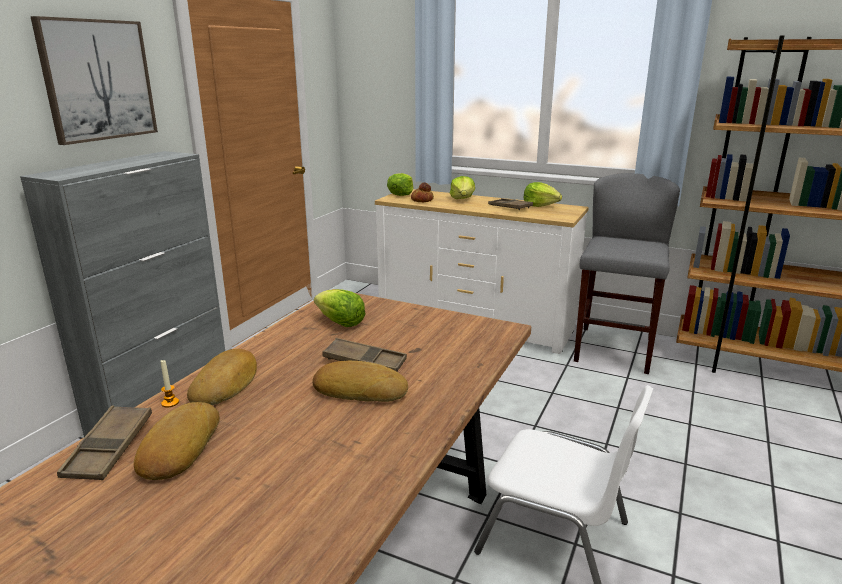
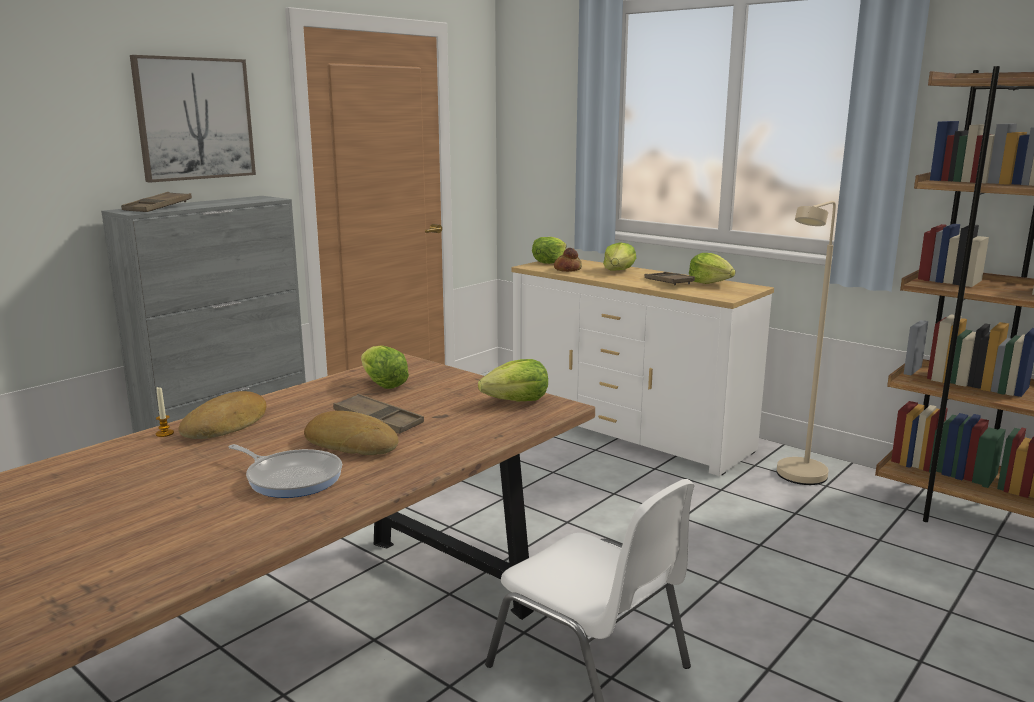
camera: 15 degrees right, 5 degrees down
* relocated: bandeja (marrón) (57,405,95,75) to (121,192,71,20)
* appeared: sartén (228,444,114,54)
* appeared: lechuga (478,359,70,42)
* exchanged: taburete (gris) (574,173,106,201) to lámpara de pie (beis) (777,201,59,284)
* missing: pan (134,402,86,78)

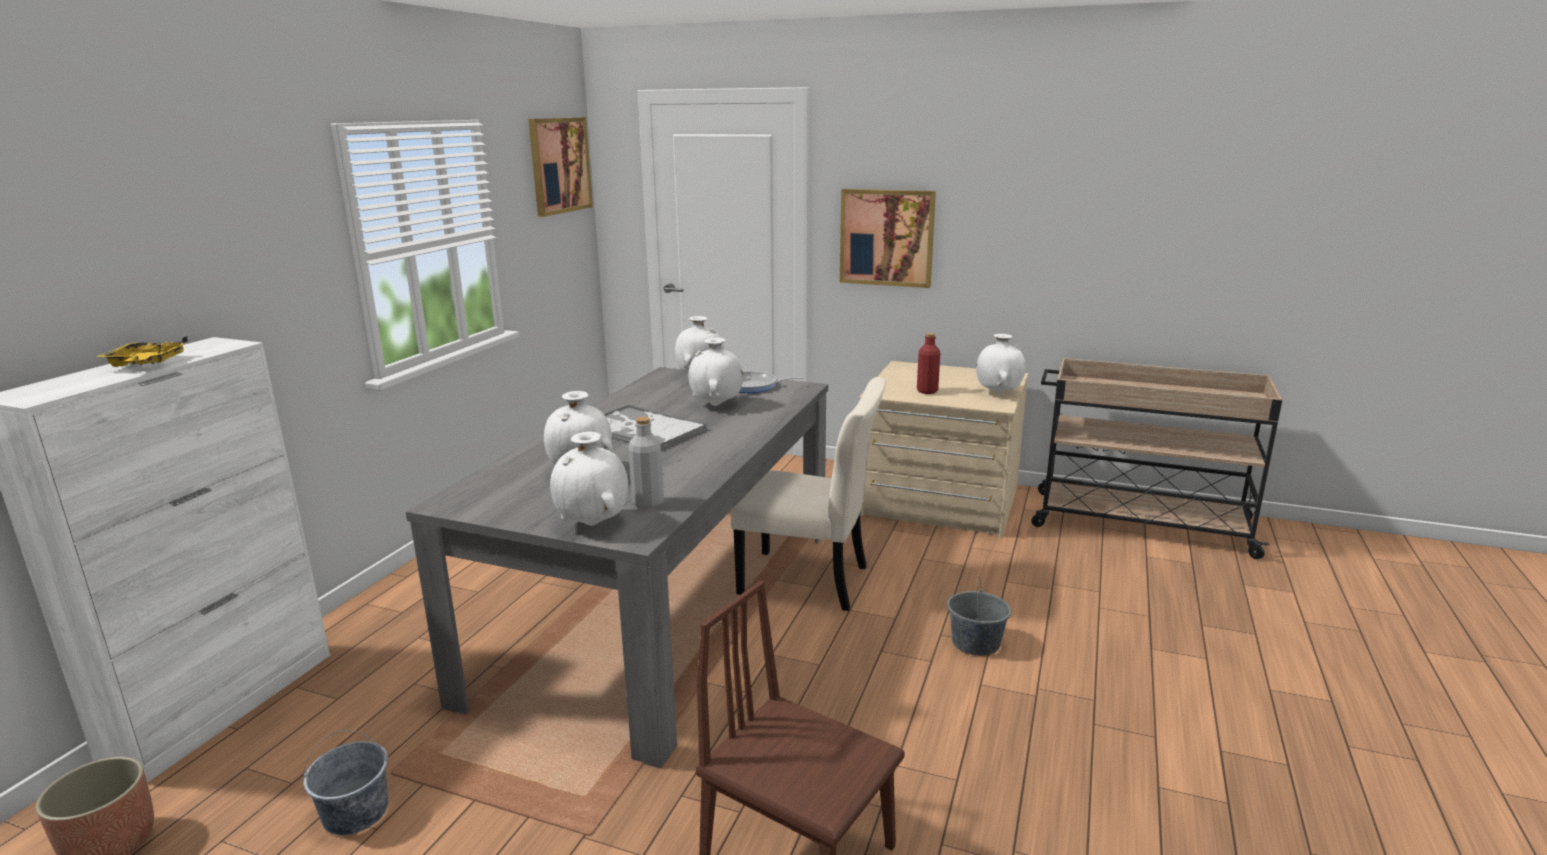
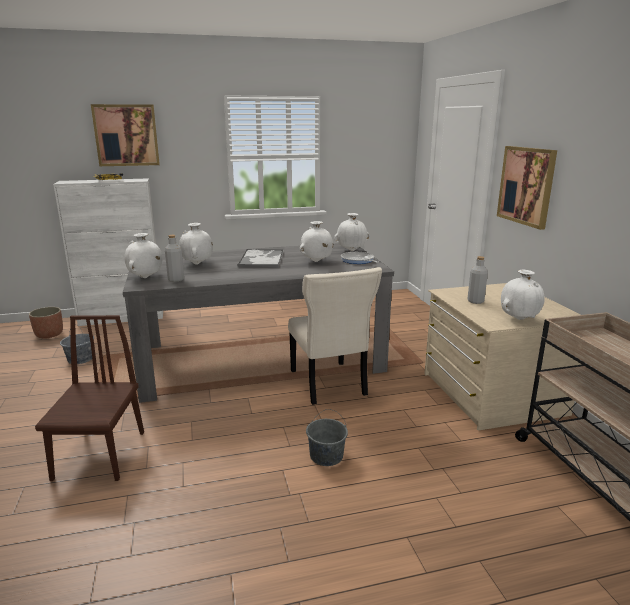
camera: 55 degrees right, 0 degrees up
* relocated: cuadro (528,118,65,99) to (91,104,69,62)
* colour: botella (rojo) (917,333,23,61) to botella (gris) (467,256,21,48)

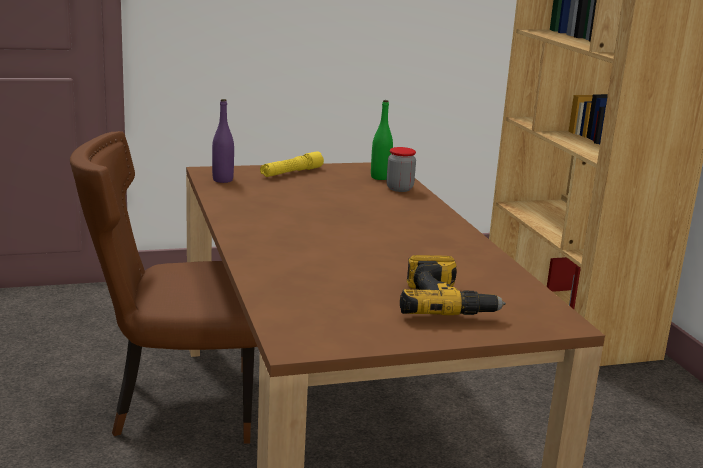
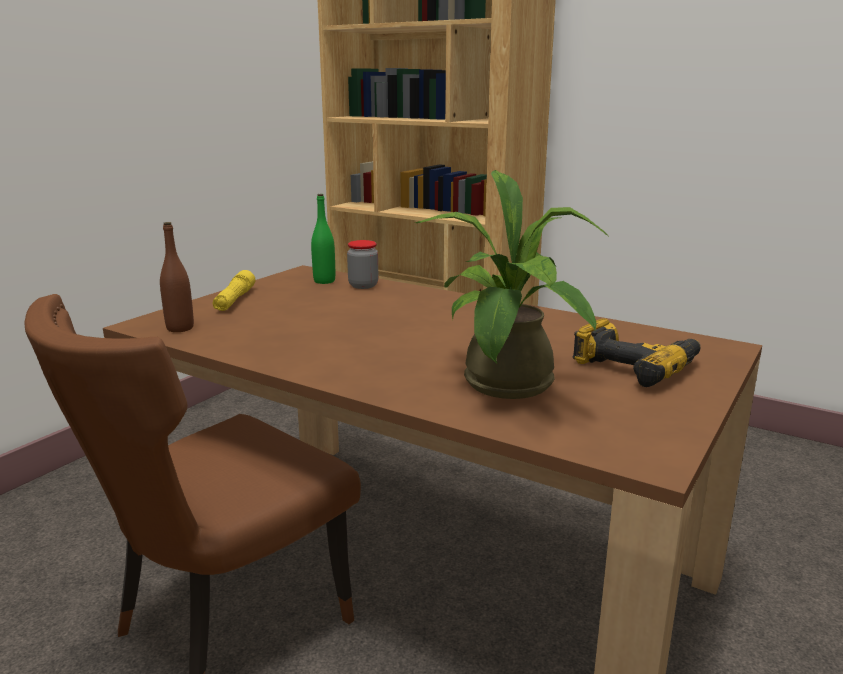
camera: 40 degrees left, 0 degrees up
* colour: botella (morado) (212,99,22,84) to botella (marrón) (160,222,34,110)
* appeared: planta en maceta (415,170,193,229)

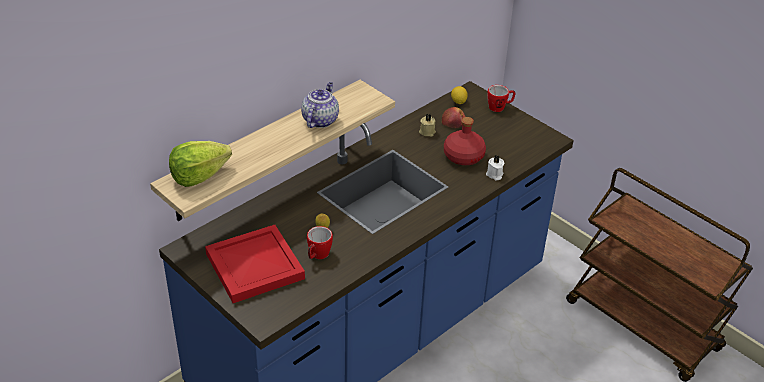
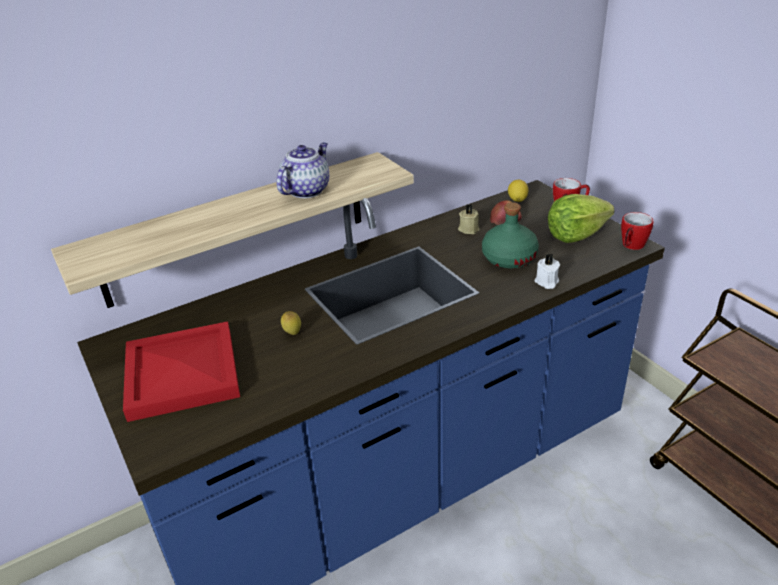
camera: 15 degrees right, 5 degrees down
* colour: botella (rojo) (444,117,42,48) to botella (verde) (482,202,57,66)
* relocated: lechuga (169,141,63,46) to (548,194,66,49)
* relocated: taza grande (307,226,26,33) to (621,212,33,38)

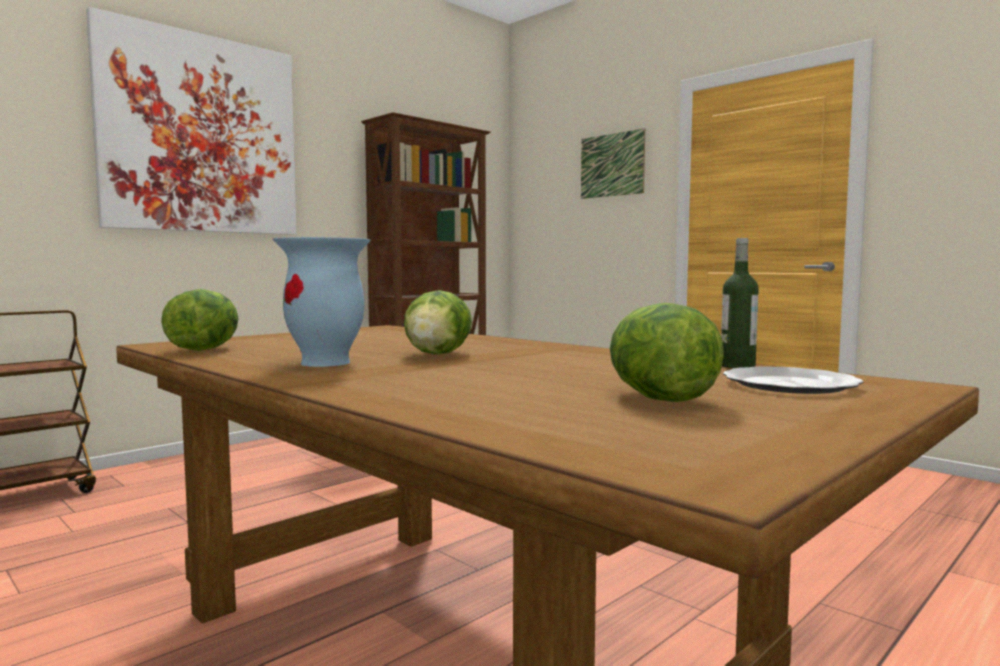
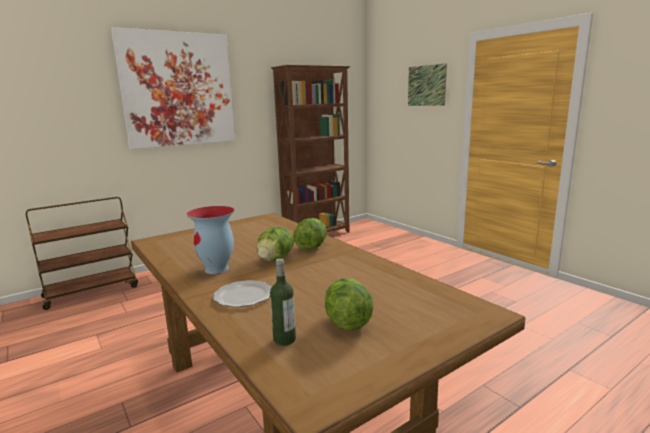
camera: 10 degrees right, 10 degrees up
* relocated: plato (723,366,140,28) to (213,280,59,27)
* relocated: botella (721,238,38,130) to (270,258,26,88)
* relocated: lechuga (161,289,78,62) to (293,218,34,32)

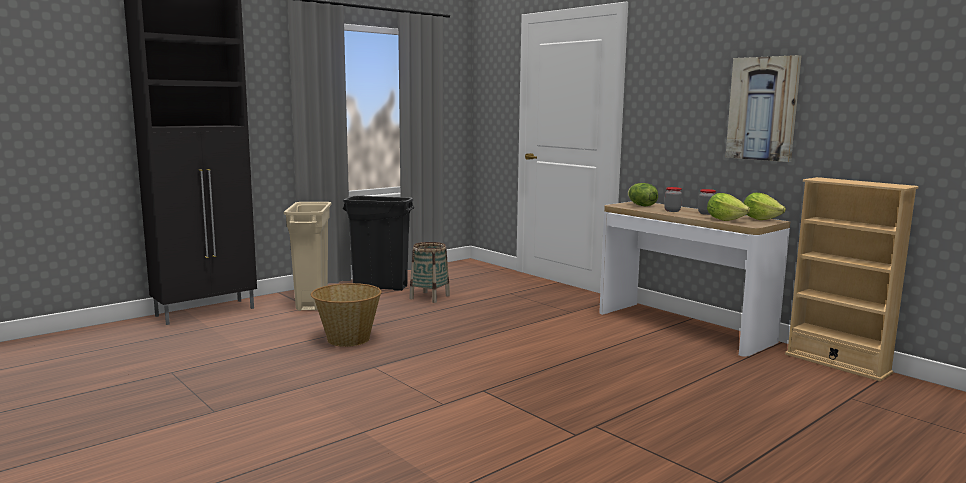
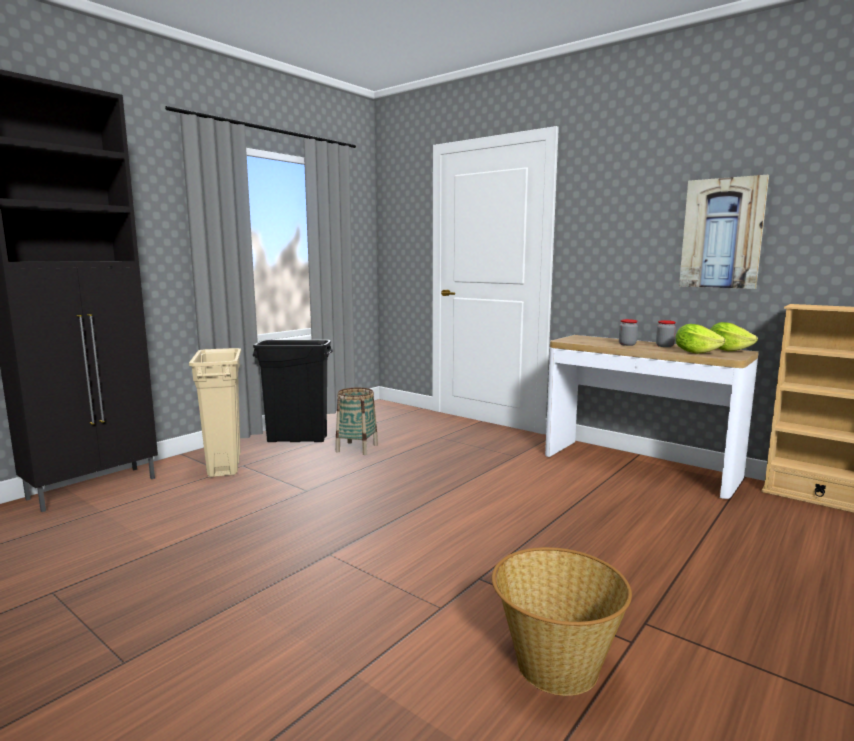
camera: 10 degrees left, 0 degrees up
* relocated: cesta (311,283,71,64) to (492,547,140,149)
* missing: lechuga (628,183,30,23)

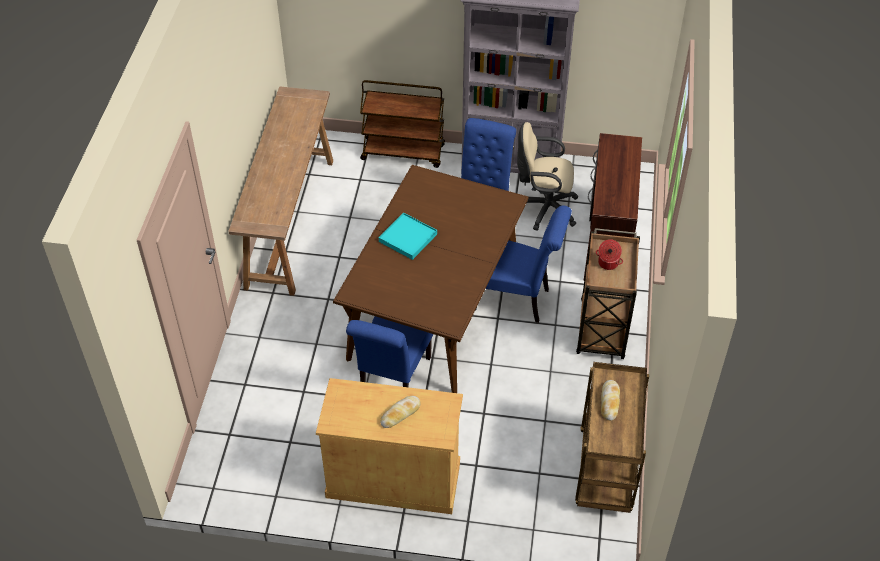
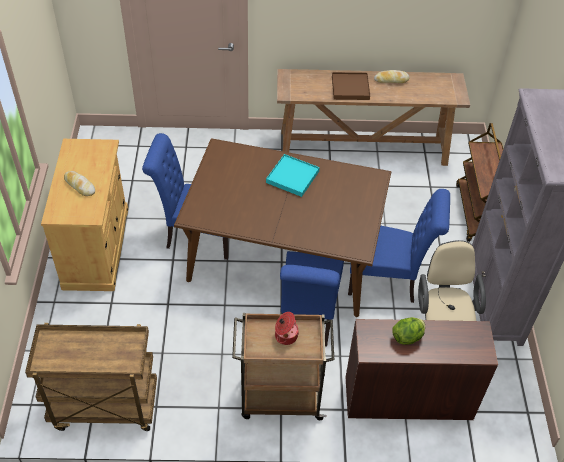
camera: 80 degrees right, 0 degrees up
* appeared: bandeja (marrón) (332,72,38,28)
* relocated: pan (601,380,19,41) to (374,70,36,13)
* appeared: lechuga (392,317,33,28)

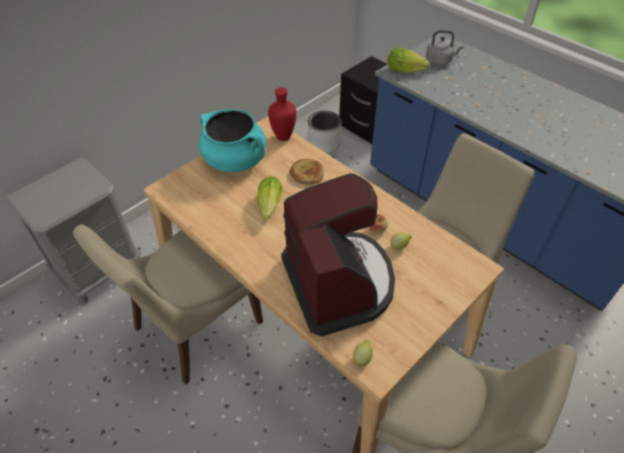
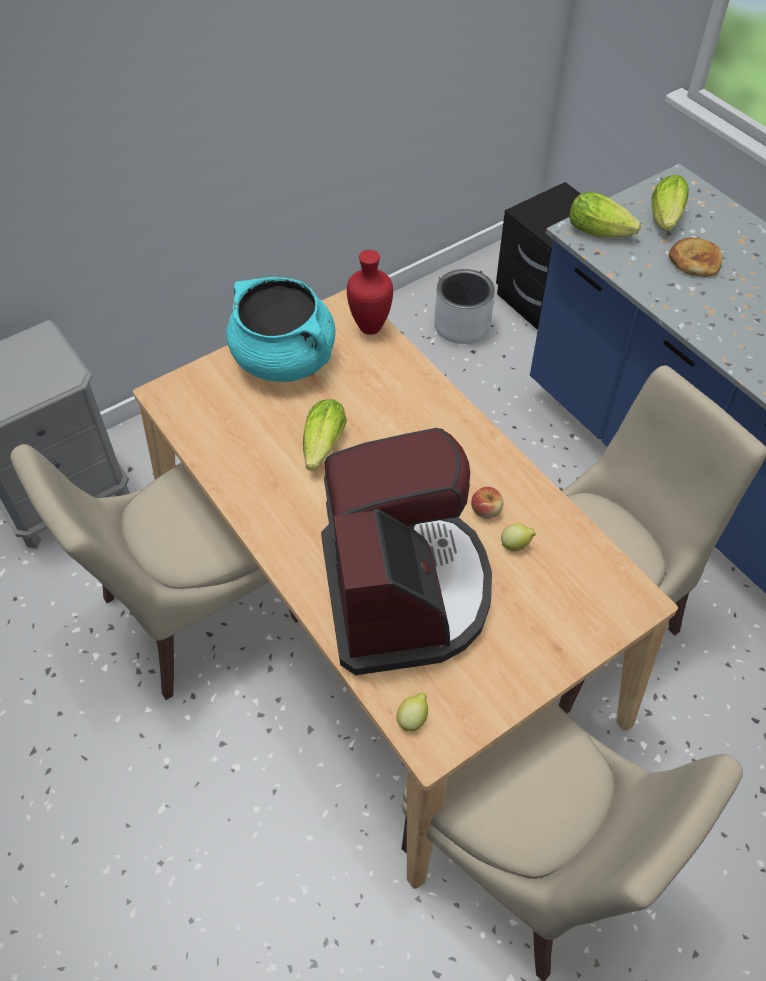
camera: 10 degrees right, 5 degrees up
* exchanged: hervidor (gris) (426,30,38,35) to lechuga (652,174,37,57)
* relocated: pan (289,159,35,26) to (669,238,53,39)

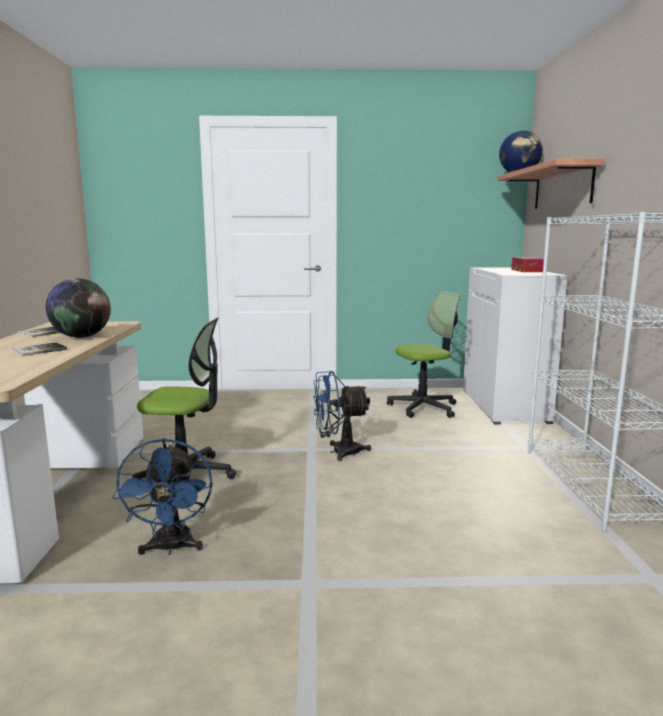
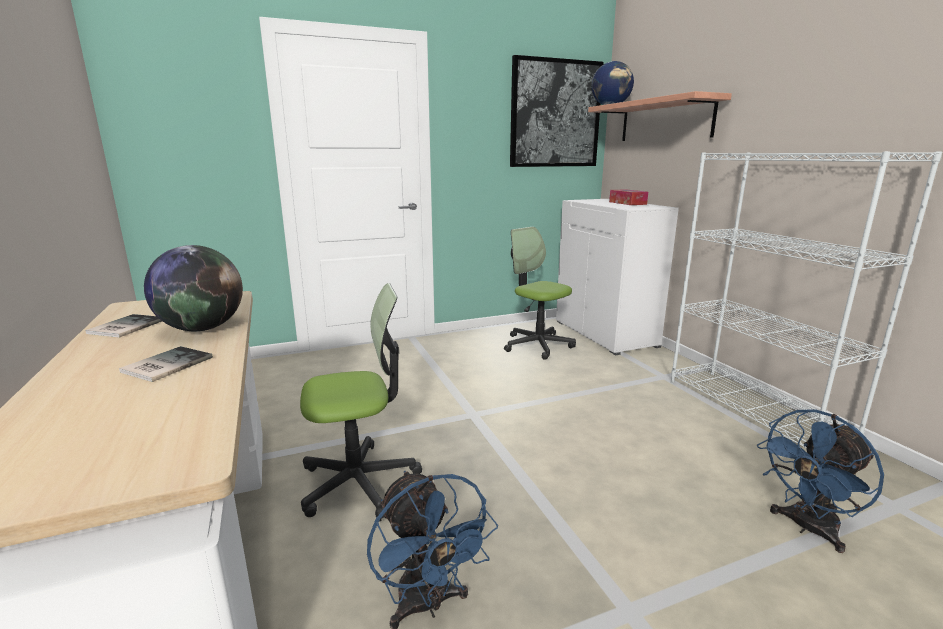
camera: 20 degrees left, 5 degrees up
* spun: silla de oficina (387,292,73,126) = (504,227,72,133) 90 degrees counterclockwise
* appeared: cuadro (510,55,94,112)
* relocated: ventilador (azul) (313,371,58,90) to (757,410,127,143)

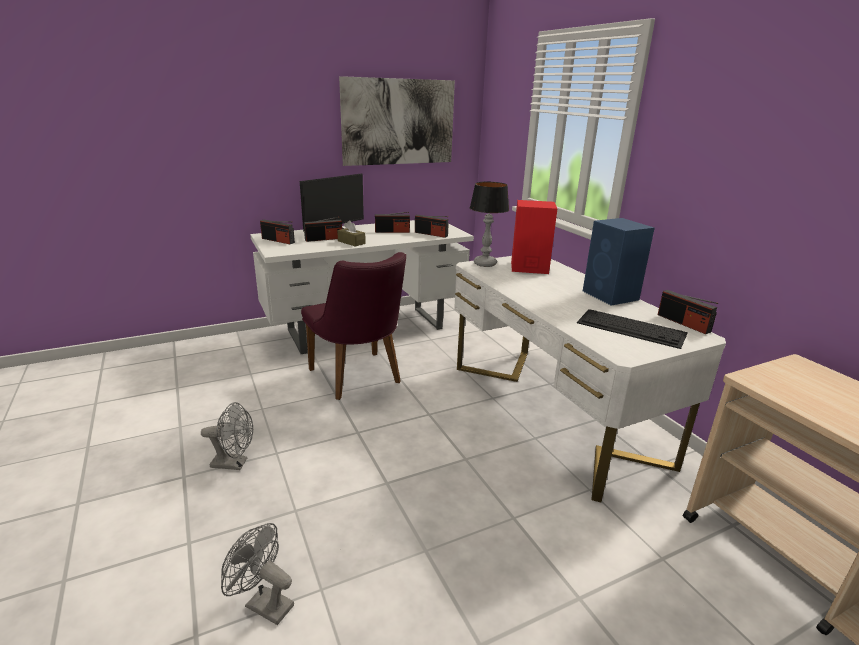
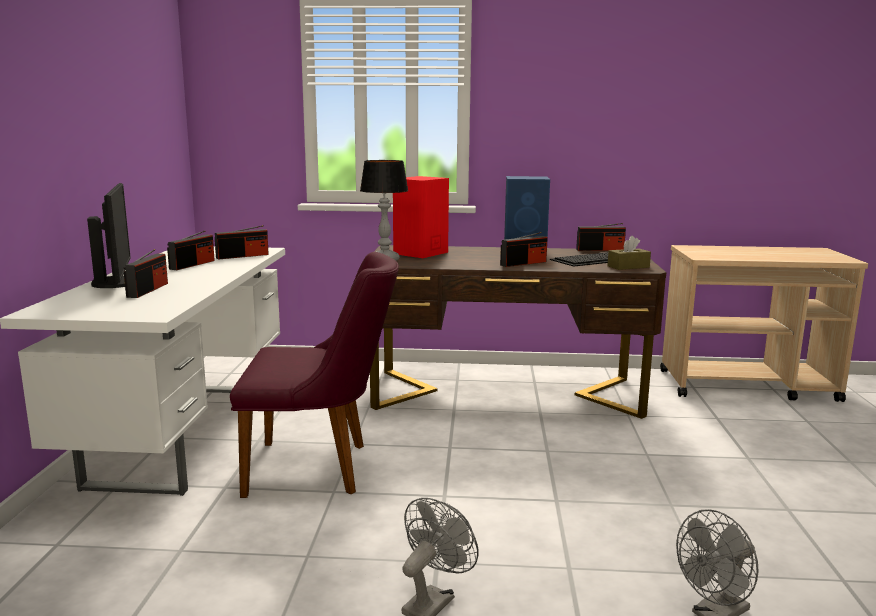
camera: 60 degrees left, 10 degrees down
* colour: escritorio (blanco) (454,256,272,247) to escritorio (marrón) (370,245,296,174)
* relocated: radio (260,220,35,24) to (500,232,48,35)
* relocated: caja de pañuelos (marrón) (337,220,29,27) to (607,236,44,34)
* missing: cuadro (339,76,116,90)

